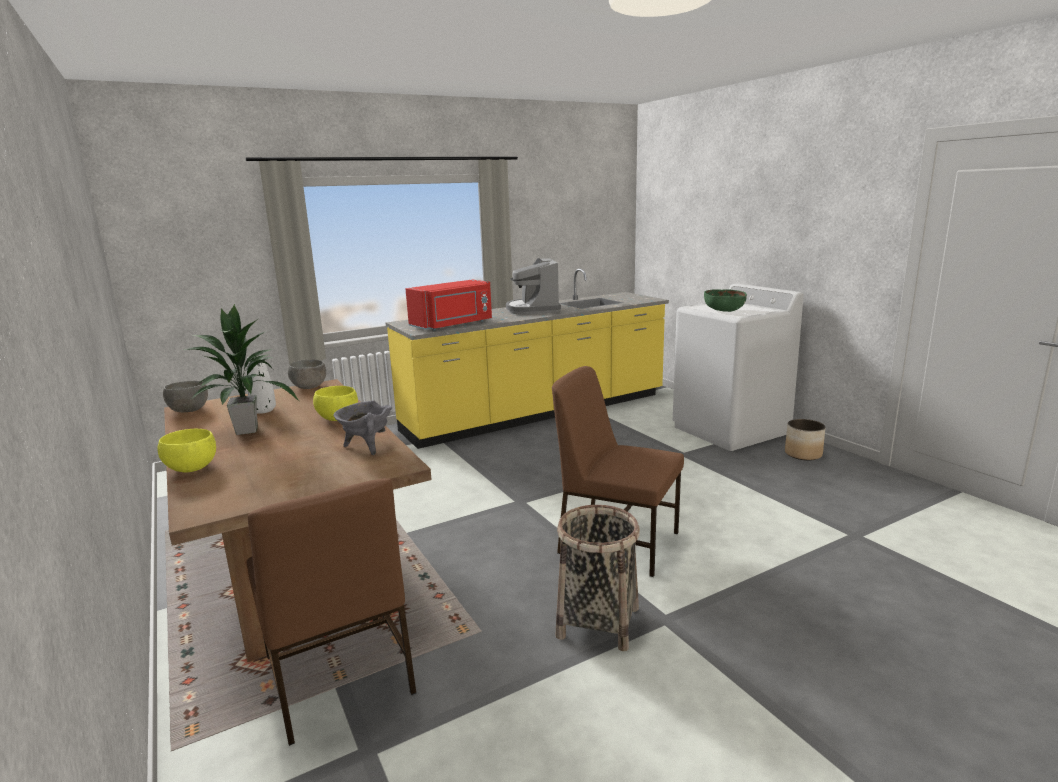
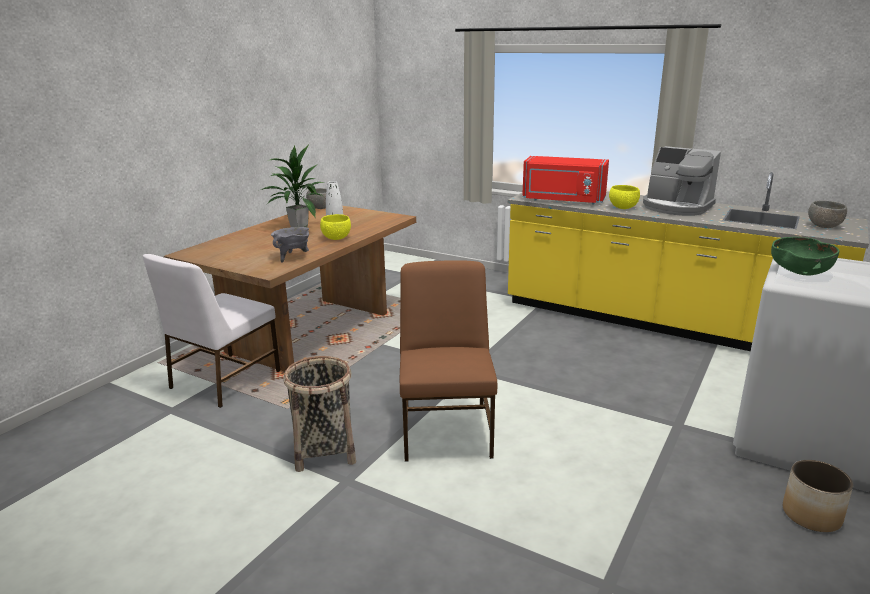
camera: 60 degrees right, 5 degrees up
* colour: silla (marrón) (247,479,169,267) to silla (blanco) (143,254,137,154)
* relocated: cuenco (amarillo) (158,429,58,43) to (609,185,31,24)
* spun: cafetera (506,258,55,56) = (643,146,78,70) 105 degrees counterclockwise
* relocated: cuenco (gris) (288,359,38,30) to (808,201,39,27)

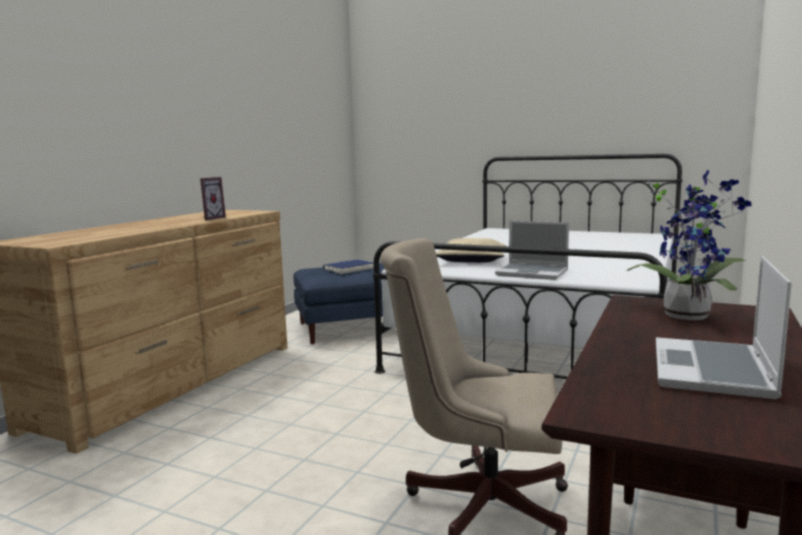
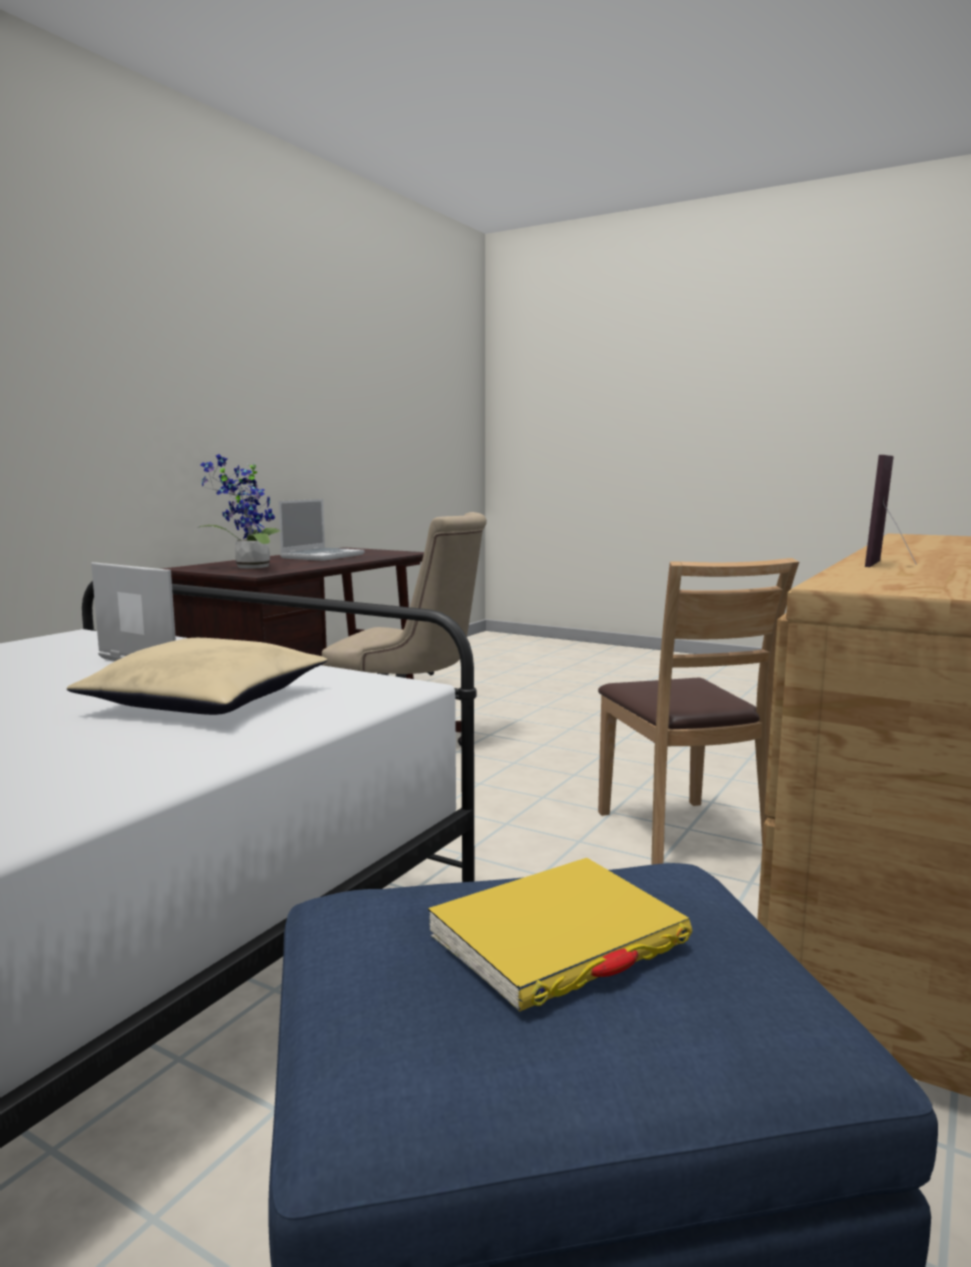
camera: 175 degrees left, 0 degrees up
* colour: libro (azul) (323,259,51,15) to libro (amarillo) (428,858,264,154)
* appeared: silla (marrón) (598,558,201,307)

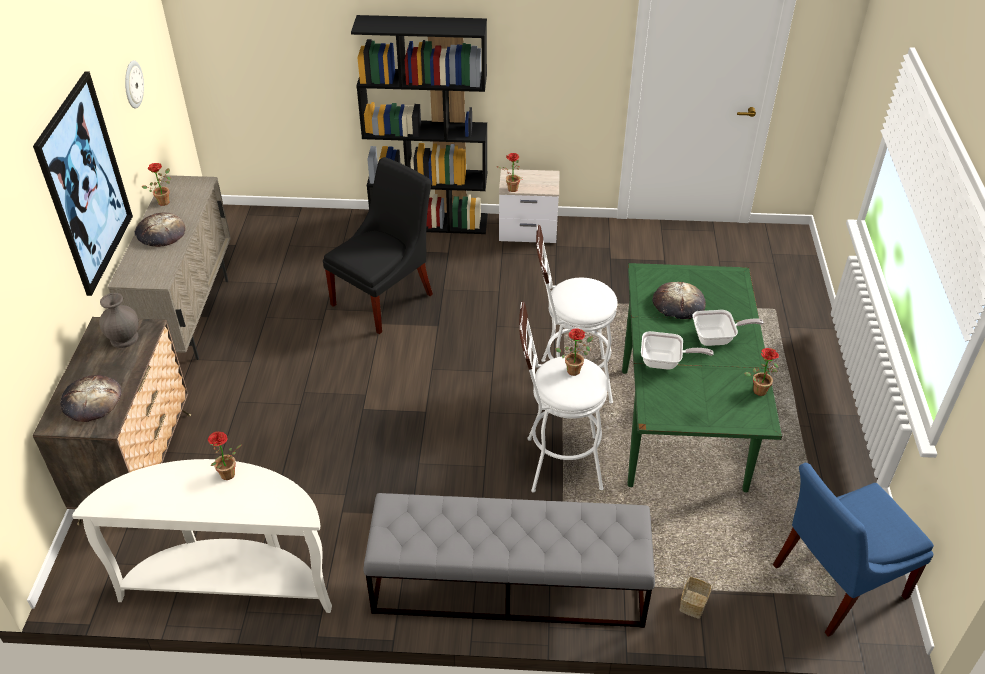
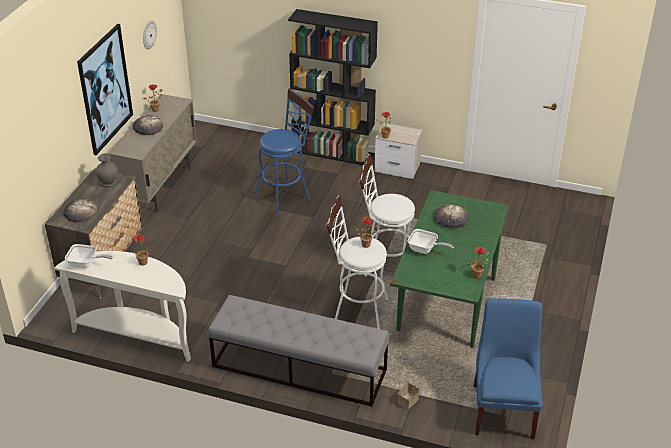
camera: 15 degrees right, 5 degrees down
* relocated: sartén (692,310,72,36) to (65,244,48,25)
* exchanged: silla (negro) (323,157,110,177) to taburete (azul) (255,88,59,125)
* spun: silla (azul) (773,463,161,174) = (474,298,69,141) 105 degrees clockwise

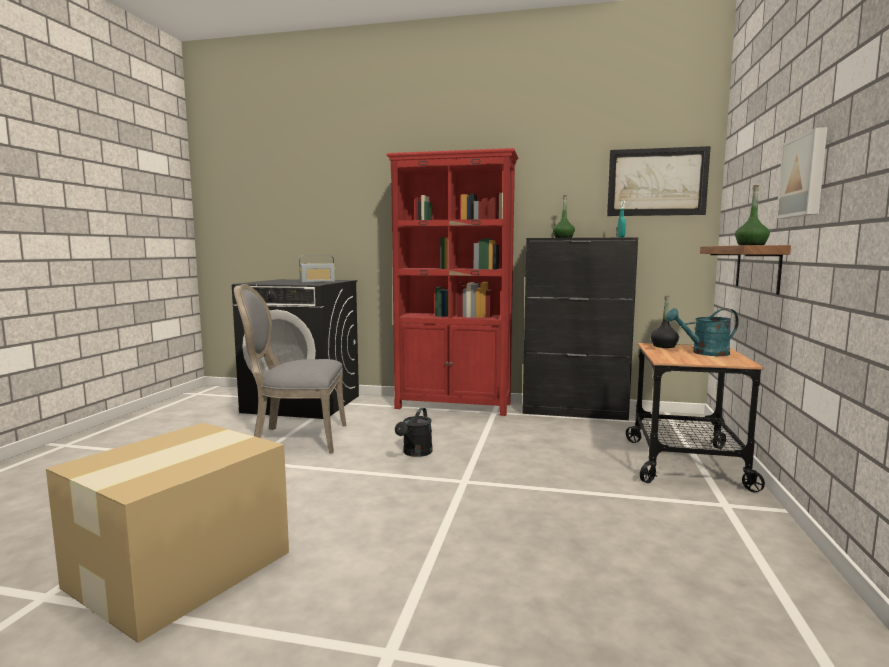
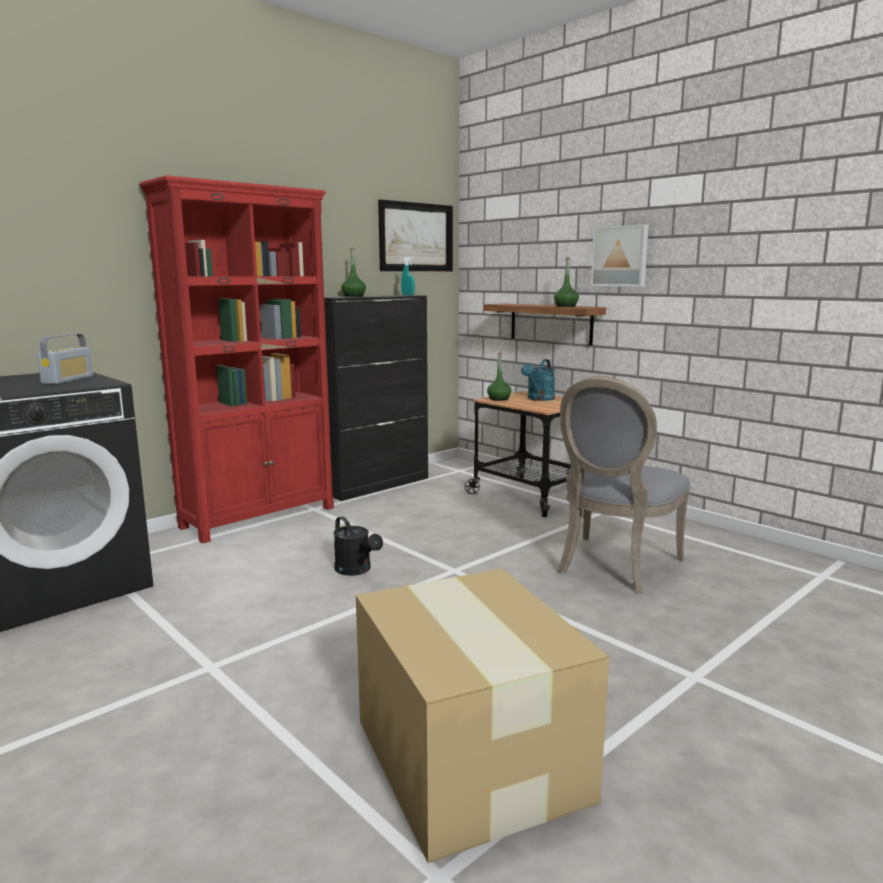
camera: 55 degrees left, 5 degrees up
* colour: botella (negro) (650,295,29,53) to botella (verde) (487,352,24,49)
* relocated: silla (gris) (234,284,112,169) to (557,376,134,217)

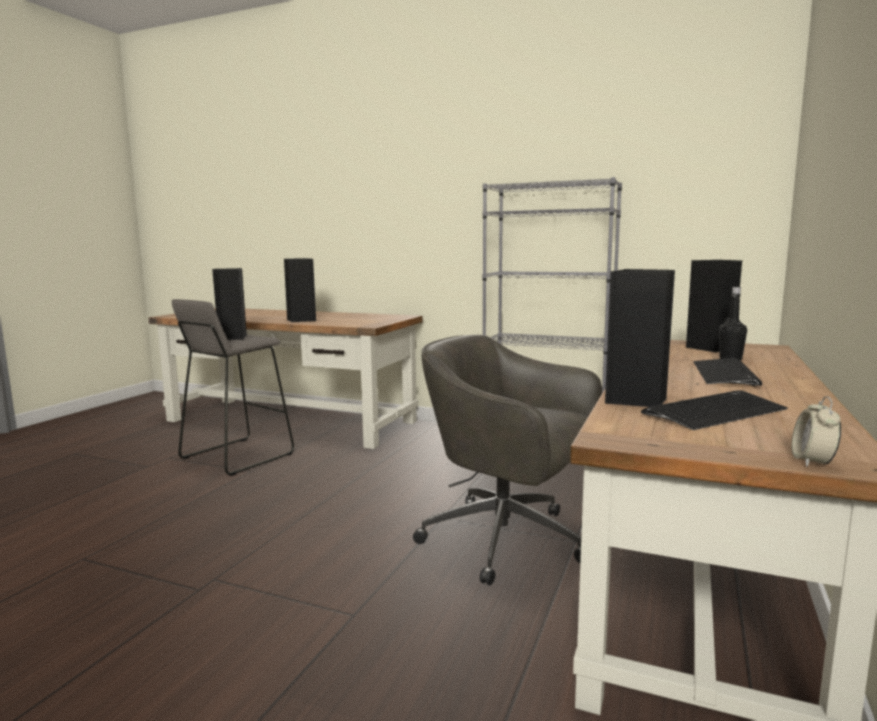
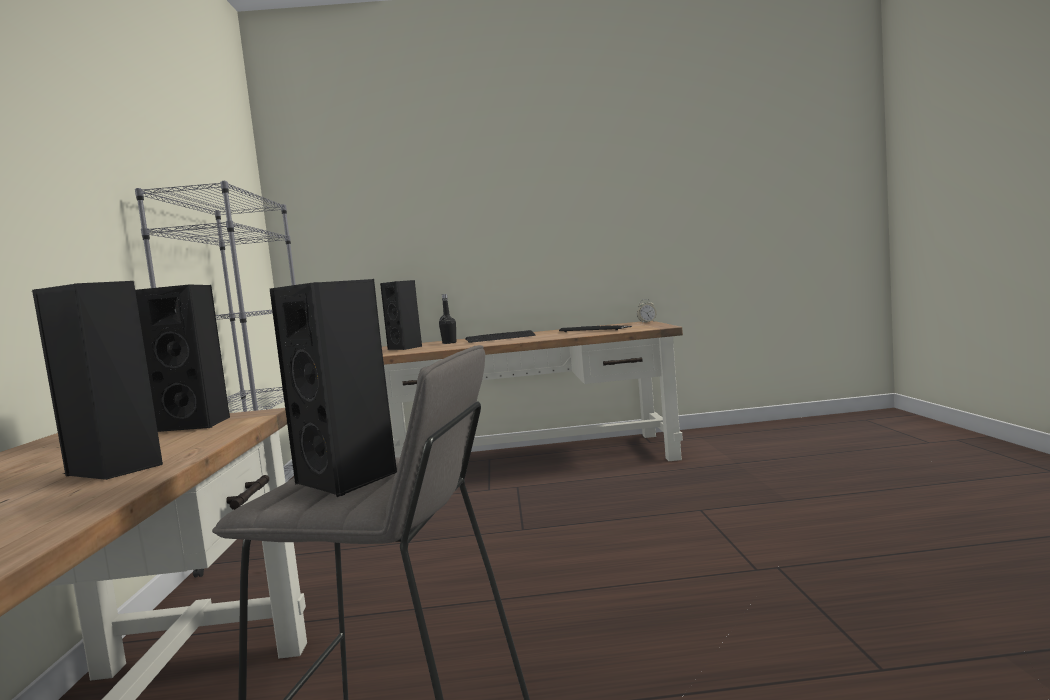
camera: 115 degrees left, 5 degrees down
* relocated: altavoz (negro) (605,269,70,138) to (135,284,95,148)
* missing: silla de oficina (gris) (413,335,189,250)

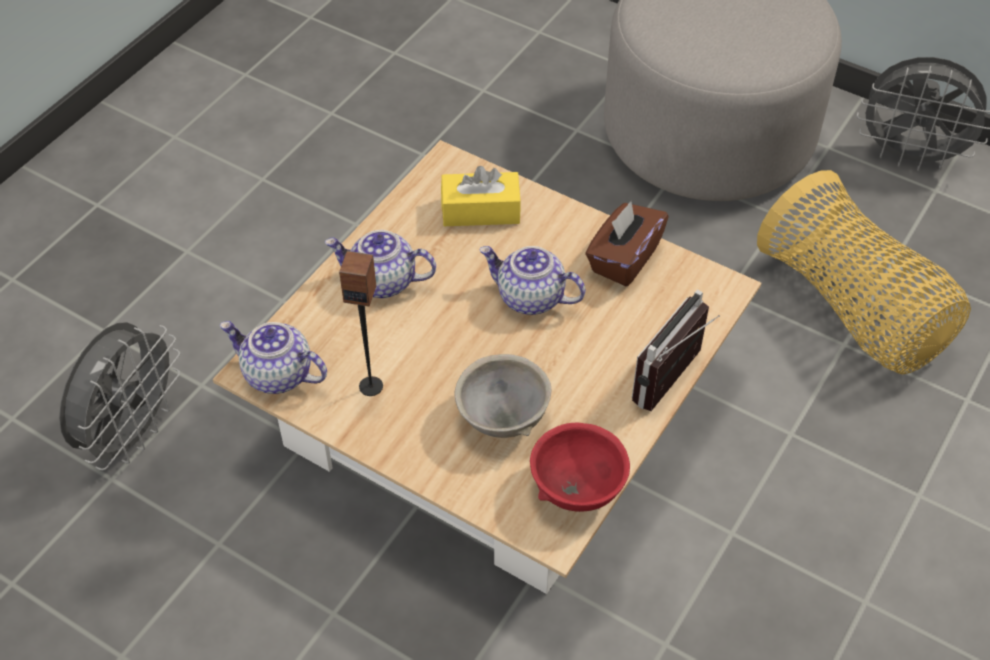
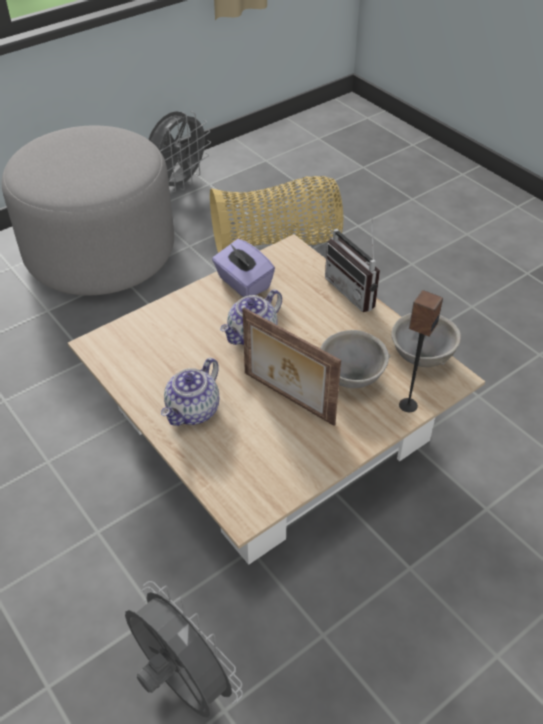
camera: 70 degrees left, 5 degrees down
* colour: caja de pañuelos (marrón) (585,201,84,85) to caja de pañuelos (morado) (212,239,63,58)
* appeared: portarretratos (243,308,98,118)
* colour: cuenco (rojo) (530,423,100,89) to cuenco (gris) (391,313,70,54)
* relocated: altavoz (339,251,44,145) to (399,290,44,122)
* missing: tetera (220,321,107,73)
* missing: caja de pañuelos (amarillo) (441,166,80,60)

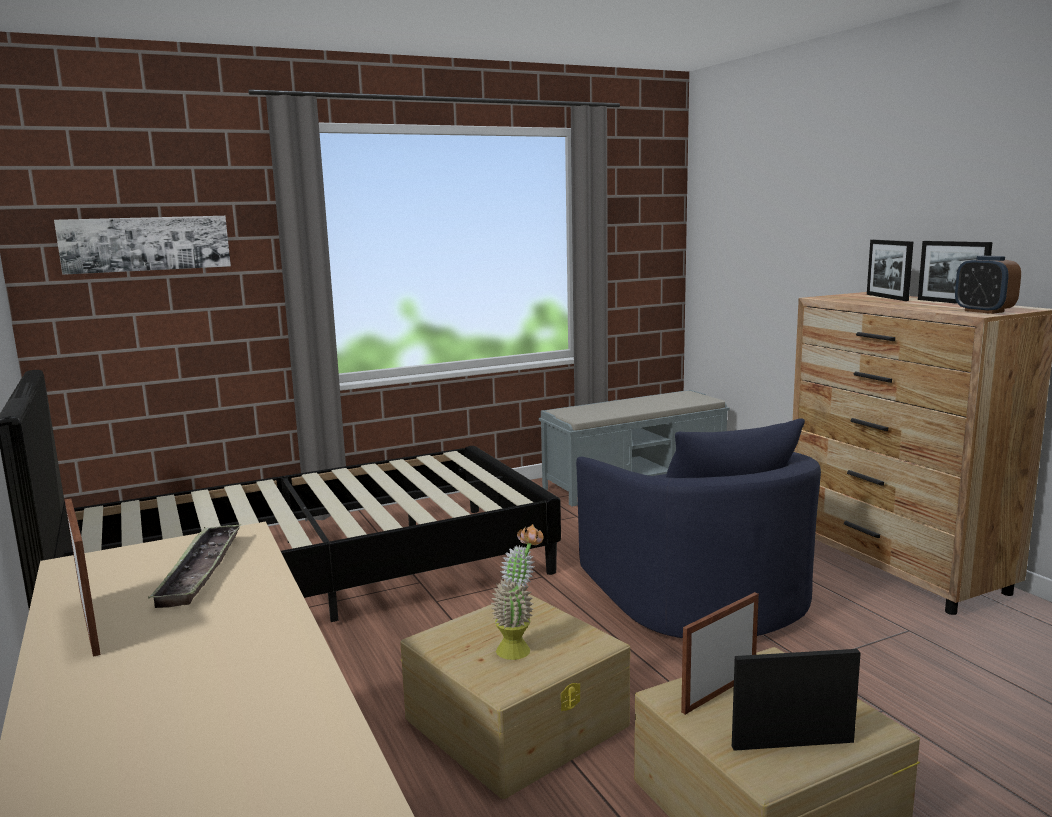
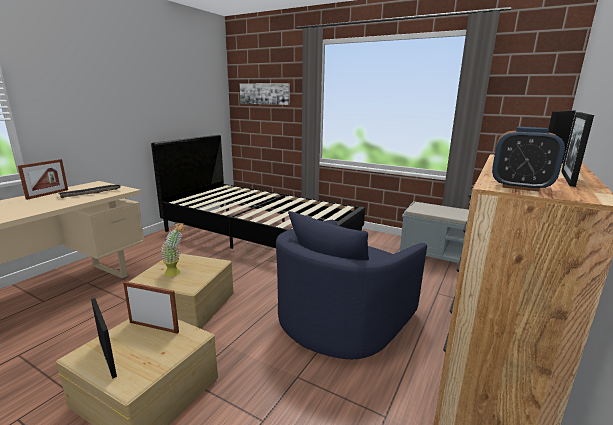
camera: 55 degrees right, 5 degrees up
* spun: despertador (955,256,66,58) = (492,127,73,64) 90 degrees counterclockwise

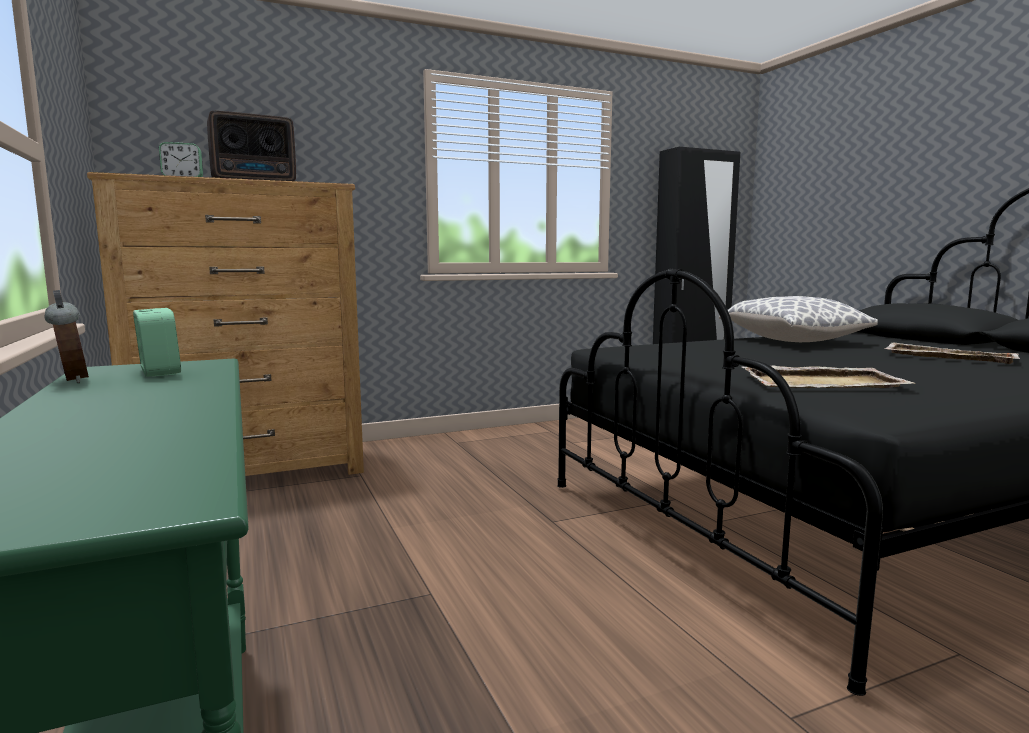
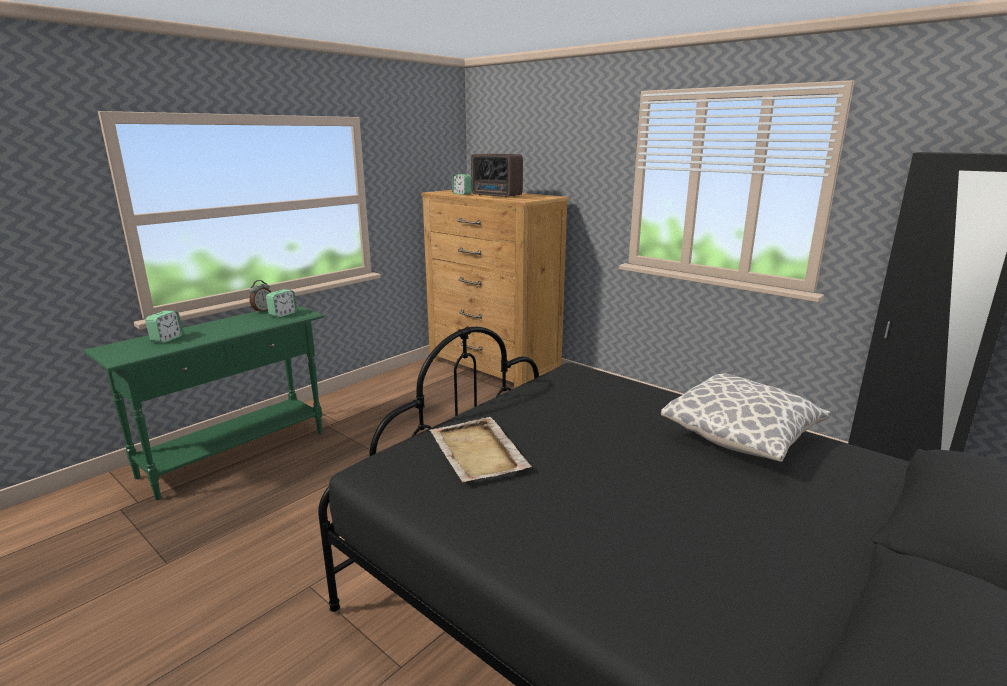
camera: 65 degrees right, 10 degrees up
* appeared: despertador (146,311,37,32)
* missing: bandeja (beis) (884,343,136,21)

